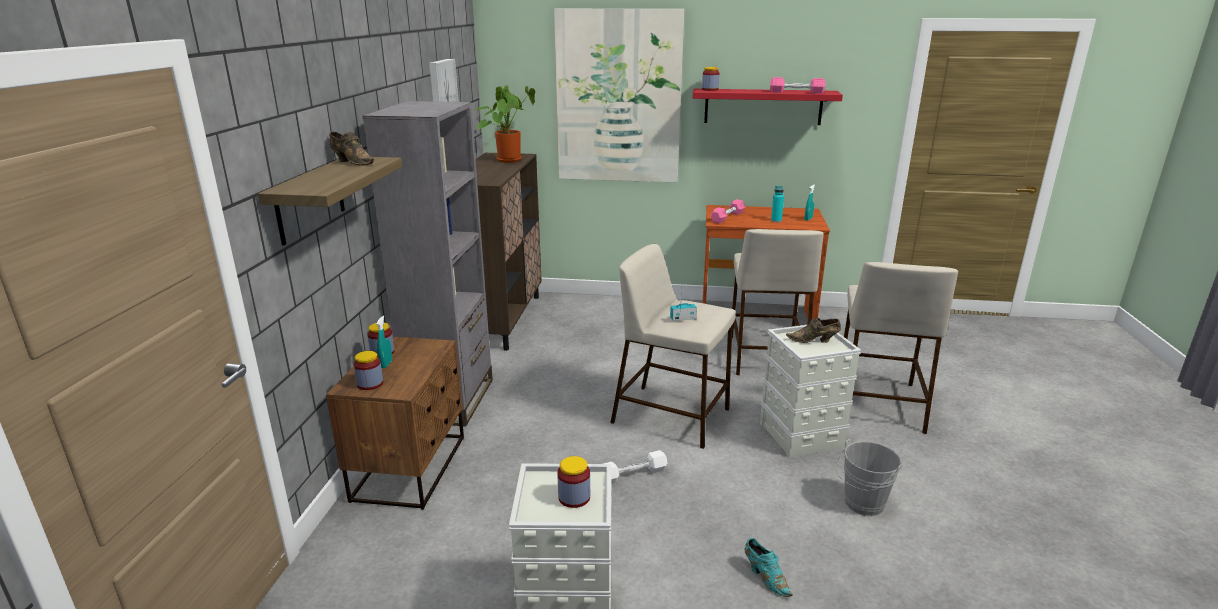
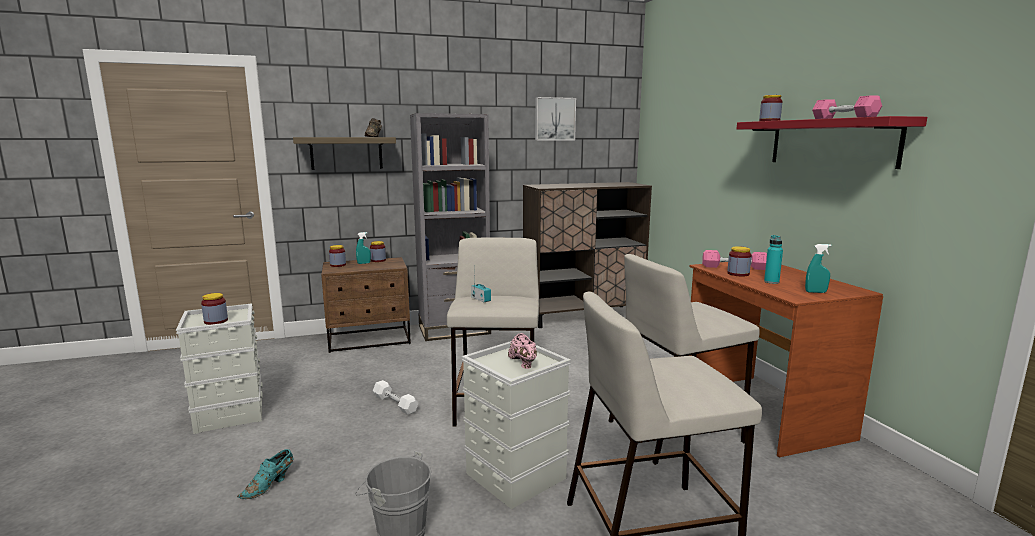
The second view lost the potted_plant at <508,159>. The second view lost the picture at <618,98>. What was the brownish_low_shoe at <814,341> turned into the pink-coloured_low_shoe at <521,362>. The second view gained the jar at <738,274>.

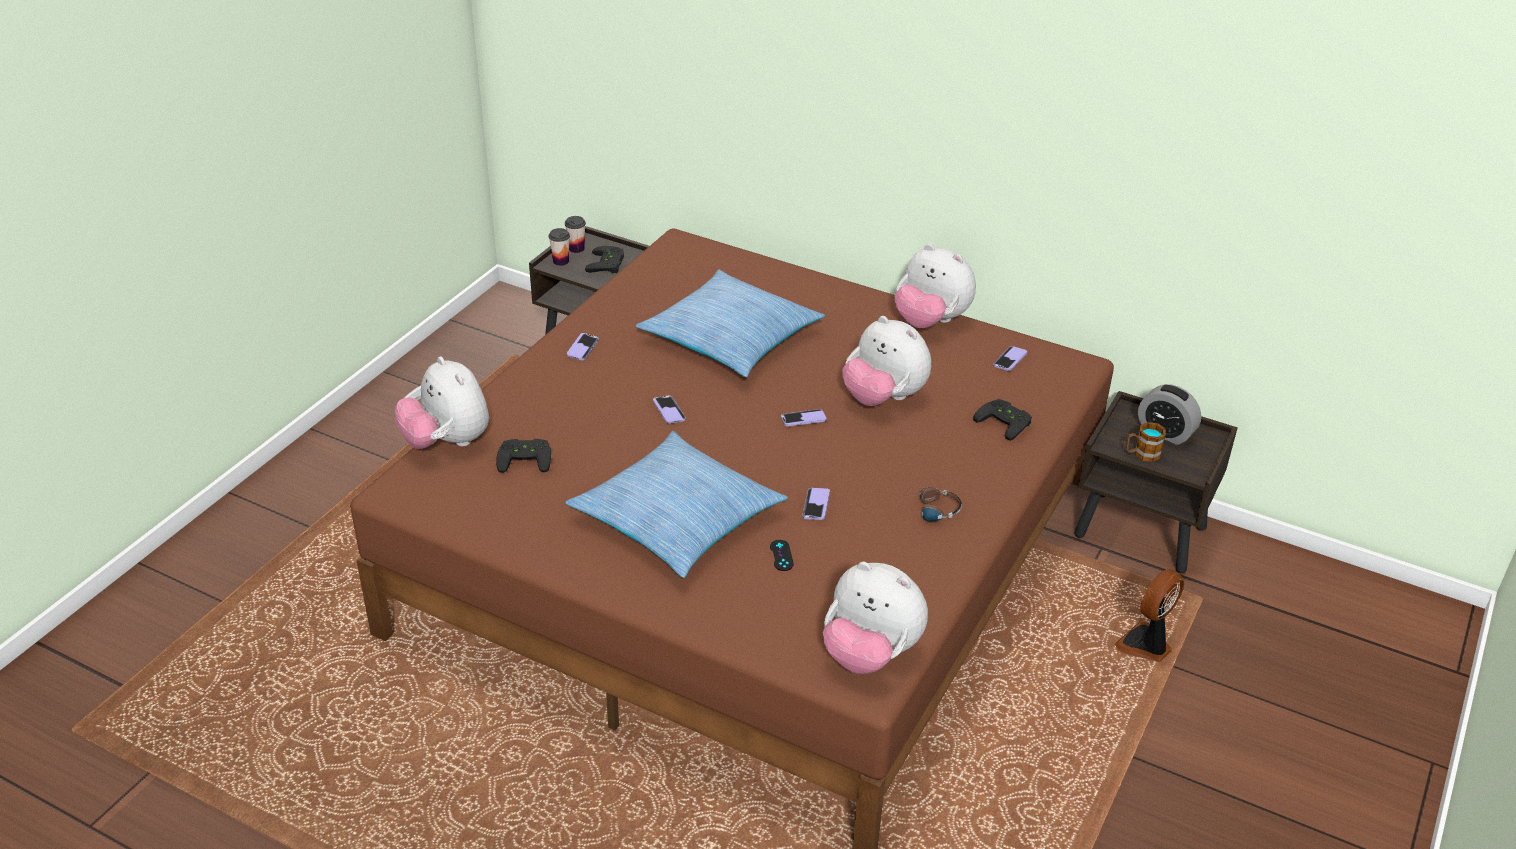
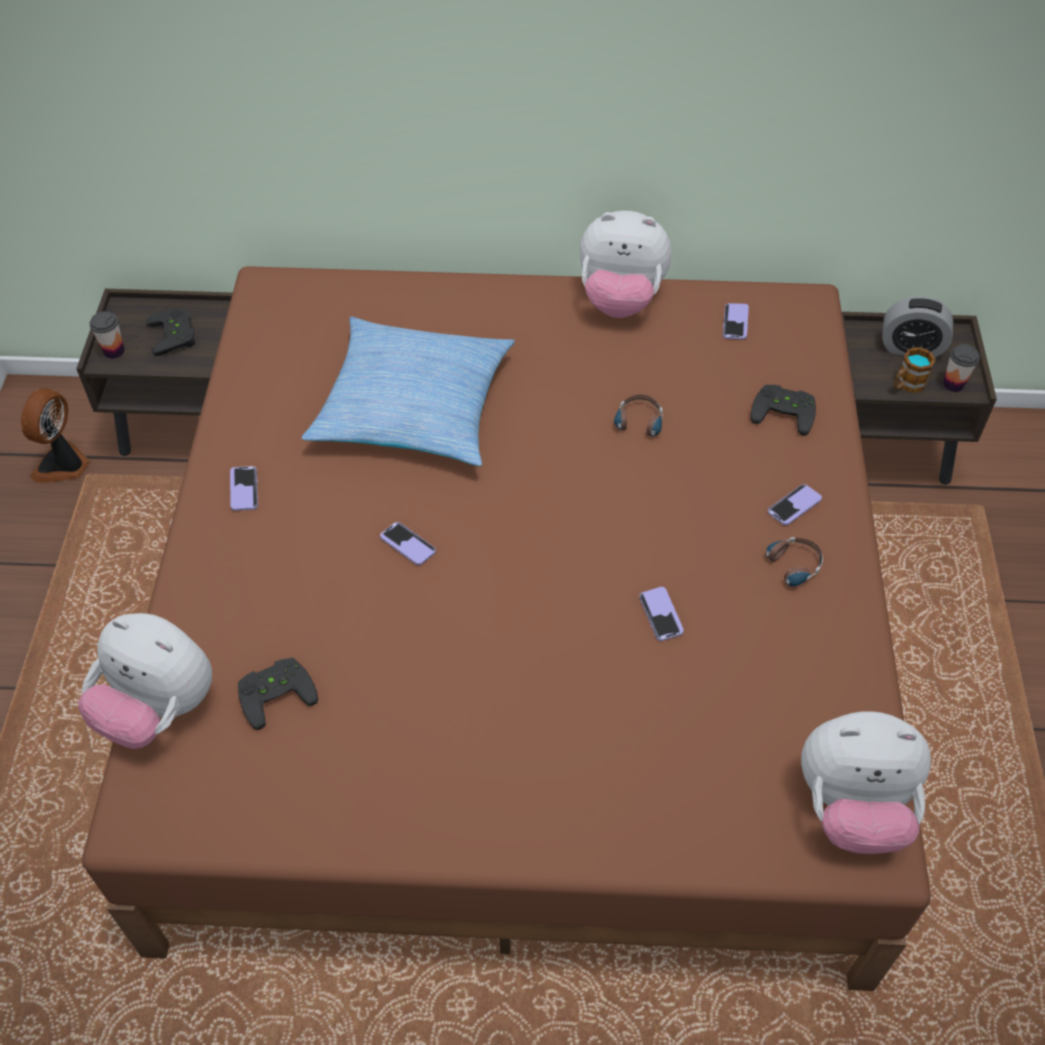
The cup ended up elsewhere, having gone from <576,248> to <953,384>. The second view lost the throw_pillow at <677,517>. The second view lost the black-coloured_gamepad at <781,555>. The handset ended up elsewhere, having gone from <803,419> to <794,506>. Where the soft_toy stood at <883,398>, the headphones came to stand at <637,428>. The cooling_fan ended up elsewhere, having gone from <1146,645> to <64,465>.

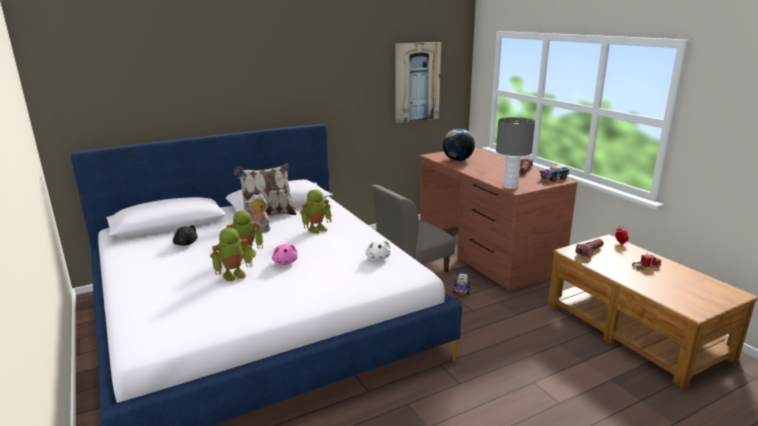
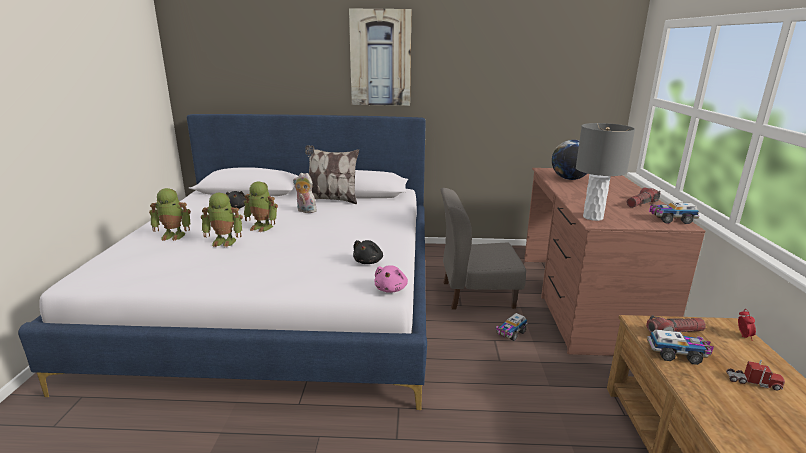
The pink-coloured_soft_toy ended up elsewhere, having gone from <285,262> to <391,289>. The model_robot ended up elsewhere, having gone from <317,229> to <174,235>. What was the white_soft_toy at <378,258> turned into the black-coloured_soft_toy at <368,262>. The picture ended up elsewhere, having gone from <417,82> to <380,58>. The second view gained the model_truck at <677,354>.

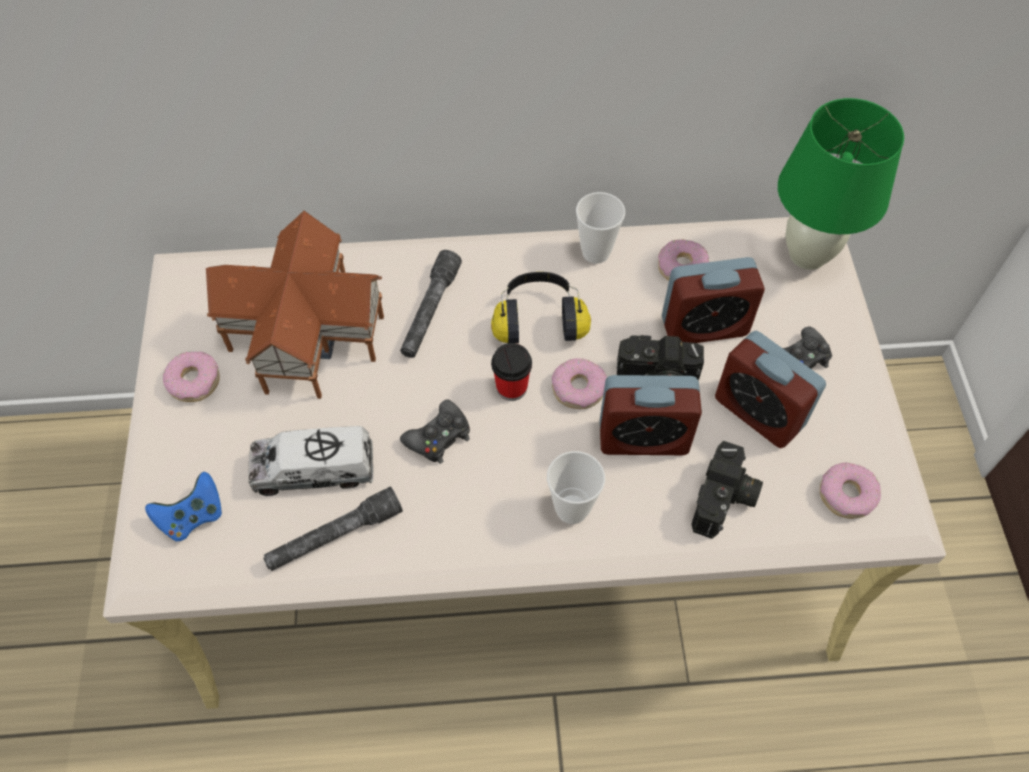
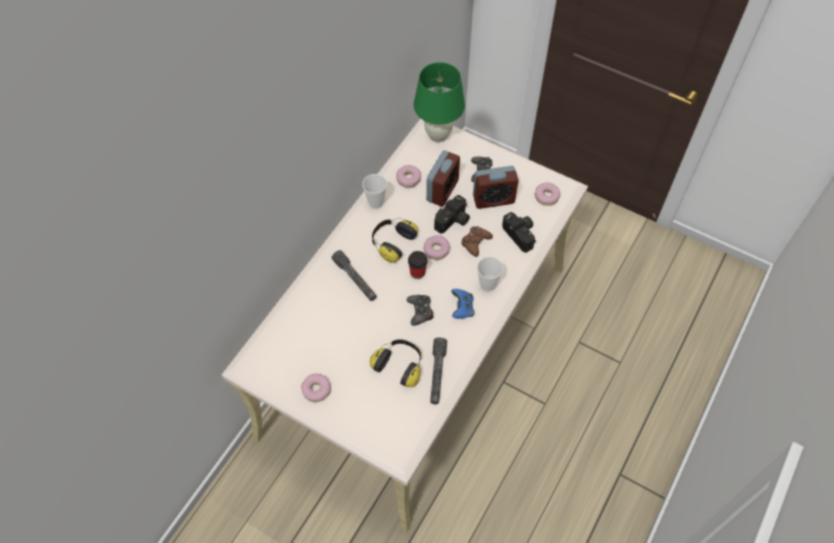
The blue_gamepad ended up elsewhere, having gone from <192,516> to <462,308>. The second view lost the model_house at <305,331>. Where the model_truck stood at <314,469>, the headphones came to stand at <400,365>. Where the alarm_clock stood at <643,438>, the brownish_gamepad came to stand at <475,243>.

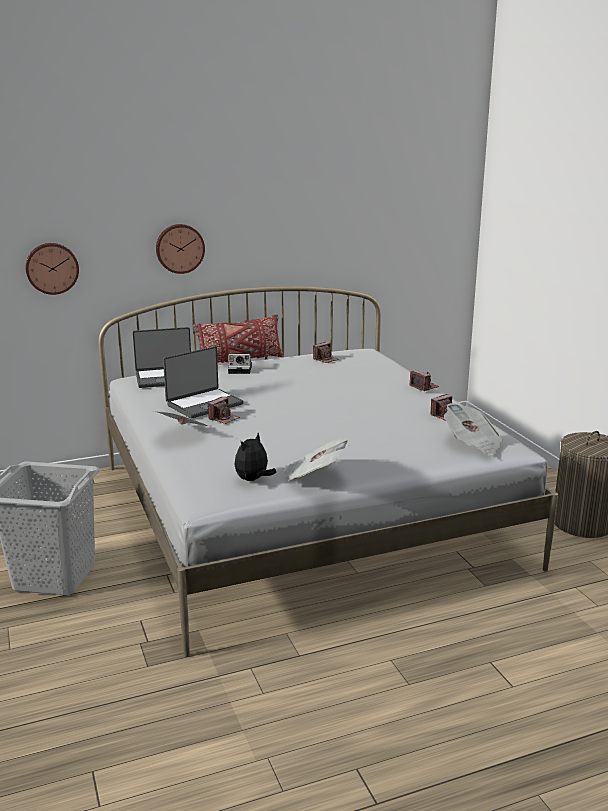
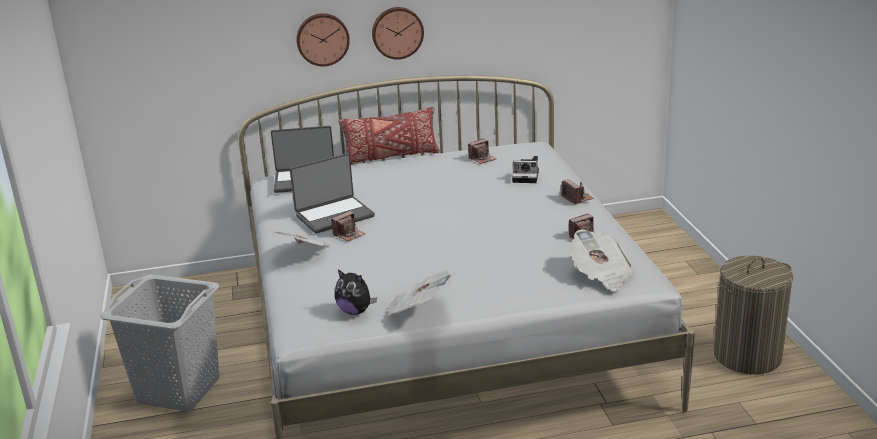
The wall_clock ended up elsewhere, having gone from <52,268> to <397,32>. The still_camera ended up elsewhere, having gone from <241,369> to <527,176>. The soft_toy at <253,480> ended up facing another way, 105 degrees counterclockwise from before.

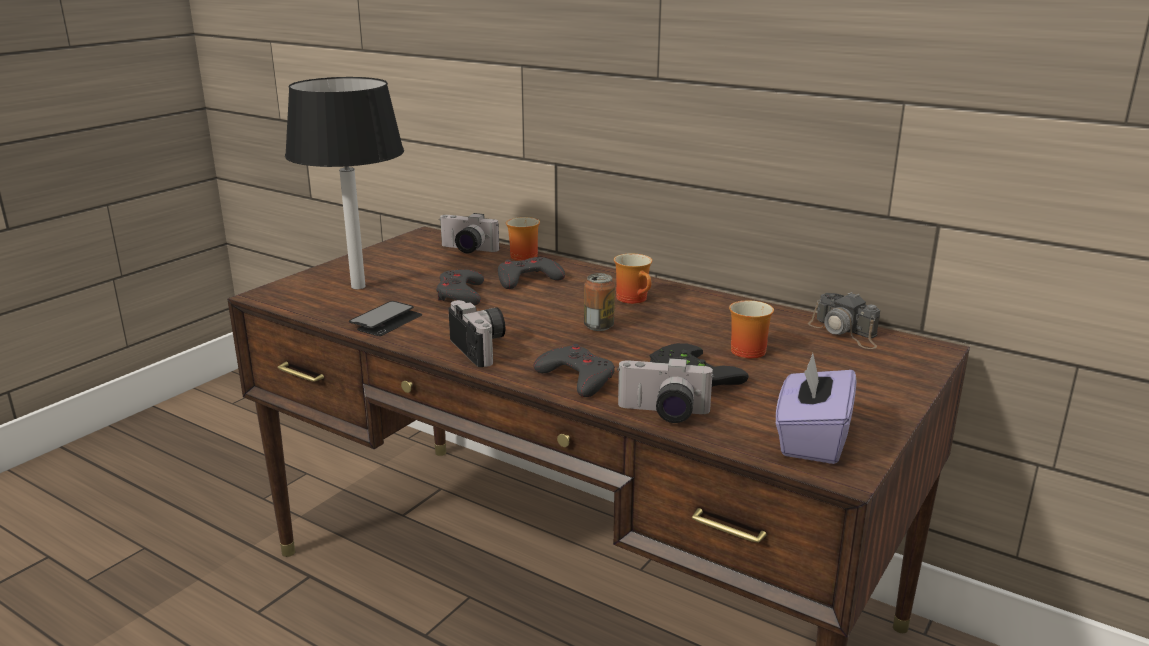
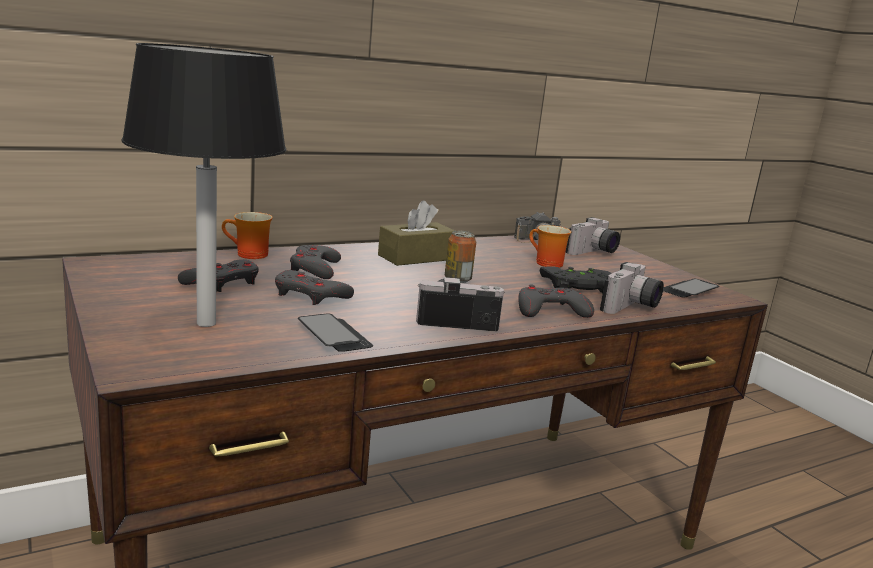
The still_camera ended up elsewhere, having gone from <466,250> to <593,252>. Where the mug stood at <635,299>, the brownish_tissue_holder came to stand at <416,257>. Where the purple-coloured_tissue_holder stood at <811,439>, the handset came to stand at <688,290>. The second view gained the greyish_gamepad at <223,282>.

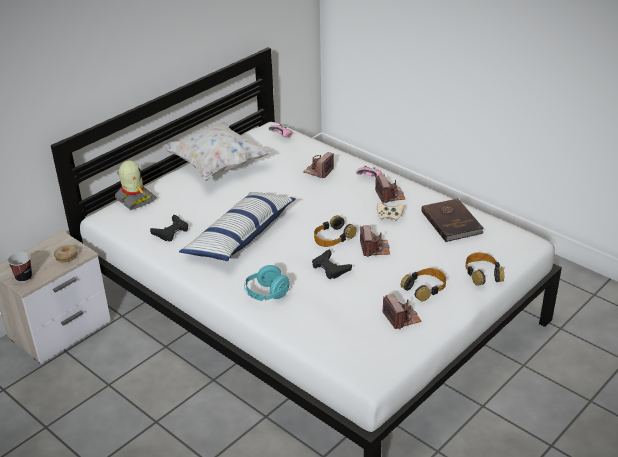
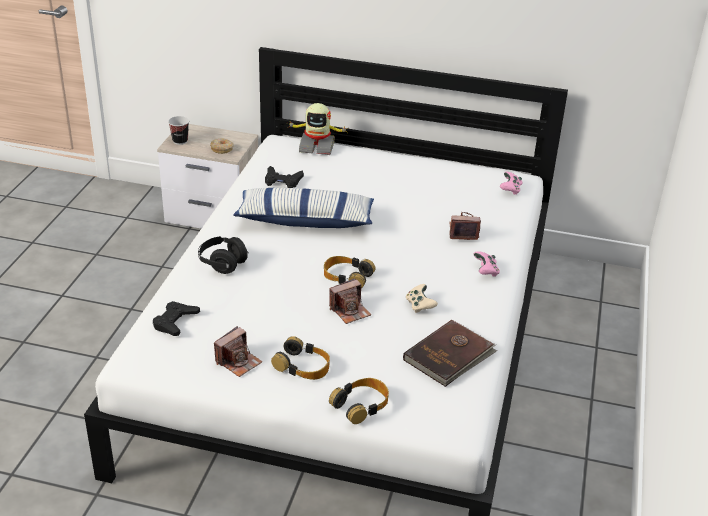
The model_robot at <135,199> ended up facing another way, 75 degrees clockwise from before. The second view lost the white_throw_pillow at <216,165>. What was the turquoise-coloured_headphones at <266,294> turned into the black-coloured_headphones at <222,263>. The black-coloured_gamepad ended up elsewhere, having gone from <330,268> to <175,322>. The second view lost the still_camera at <390,195>.

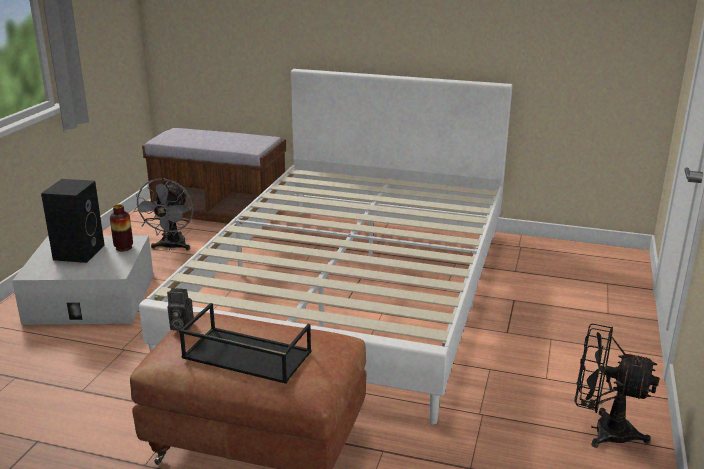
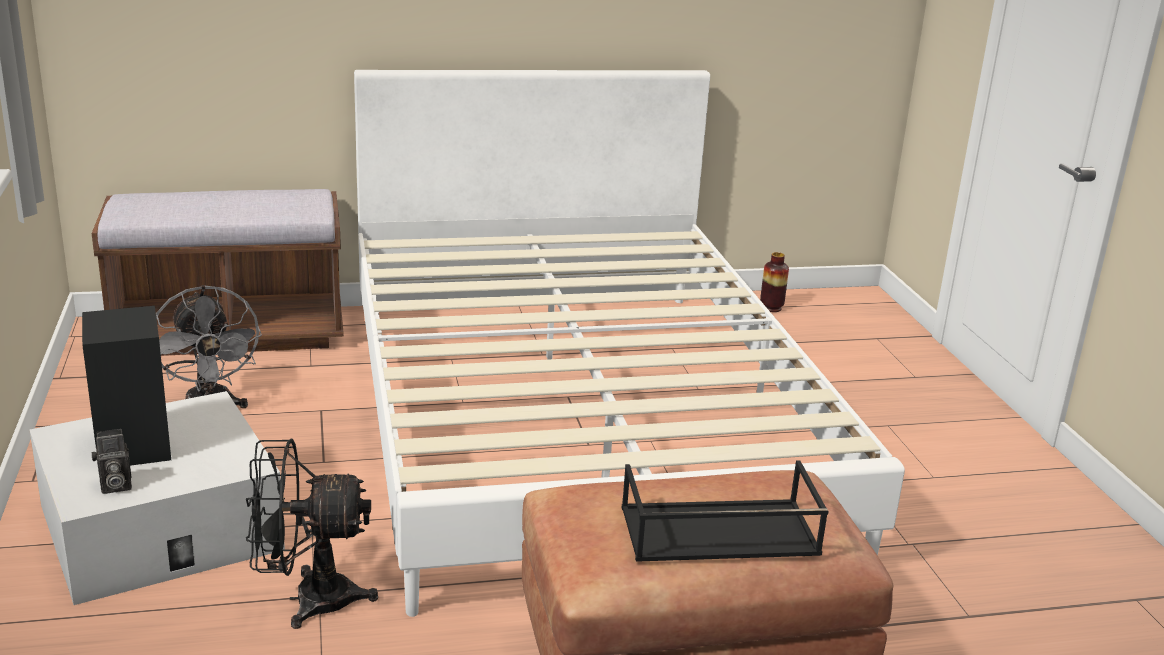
The flower_vase ended up elsewhere, having gone from <123,248> to <771,308>. The still_camera ended up elsewhere, having gone from <180,326> to <114,486>. The black-coloured_cooling_fan ended up elsewhere, having gone from <602,430> to <307,599>.

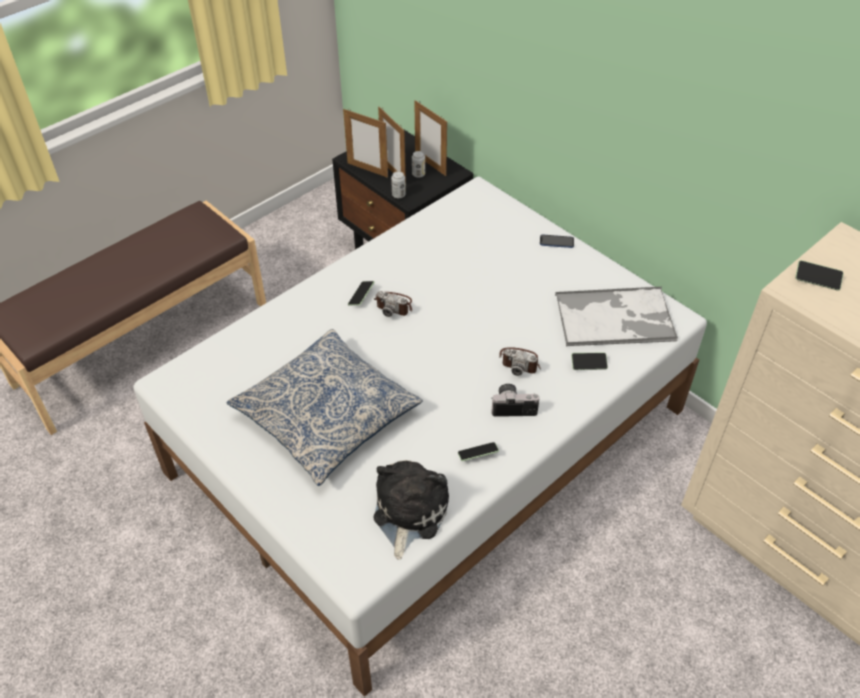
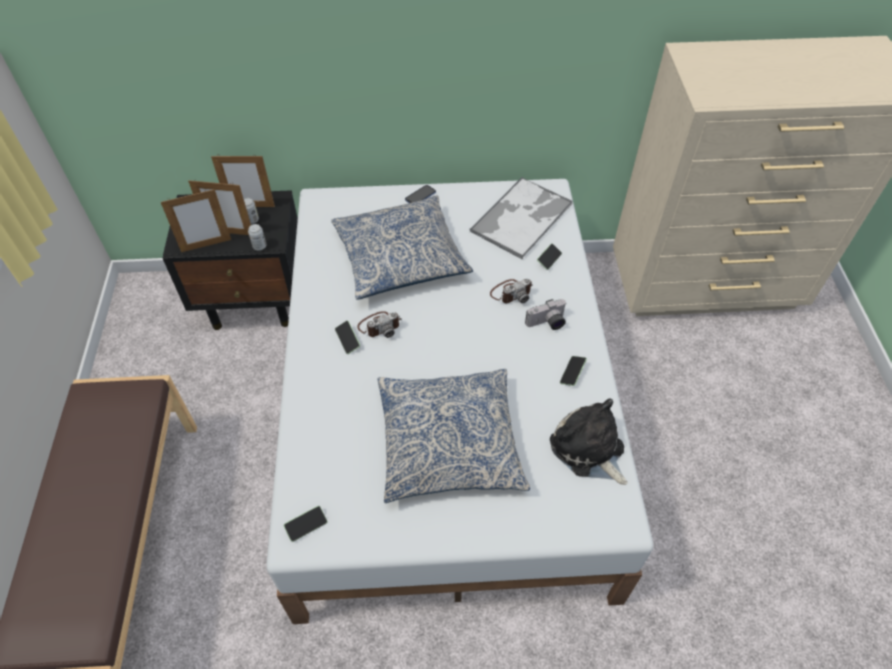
The still_camera at <513,406> ended up facing another way, 150 degrees counterclockwise from before. The handset ended up elsewhere, having gone from <817,280> to <306,526>. The second view gained the throw_pillow at <400,257>.

